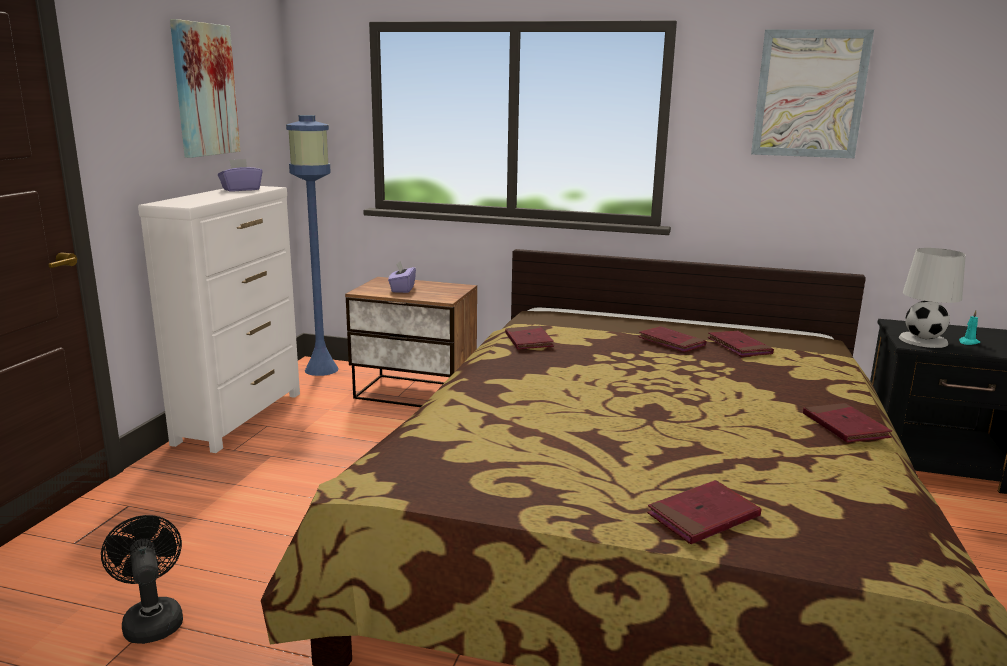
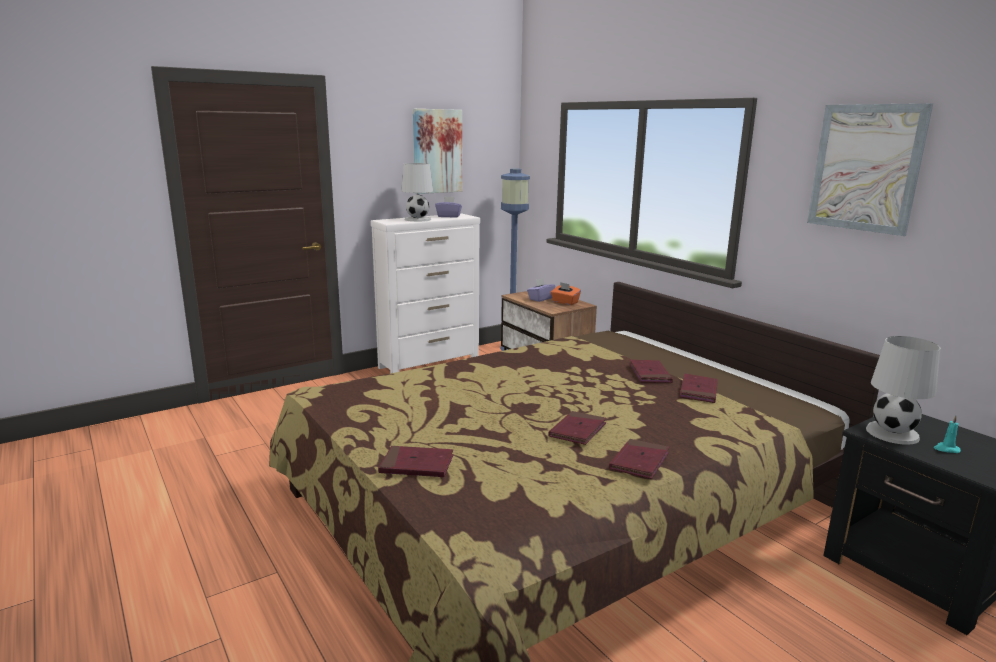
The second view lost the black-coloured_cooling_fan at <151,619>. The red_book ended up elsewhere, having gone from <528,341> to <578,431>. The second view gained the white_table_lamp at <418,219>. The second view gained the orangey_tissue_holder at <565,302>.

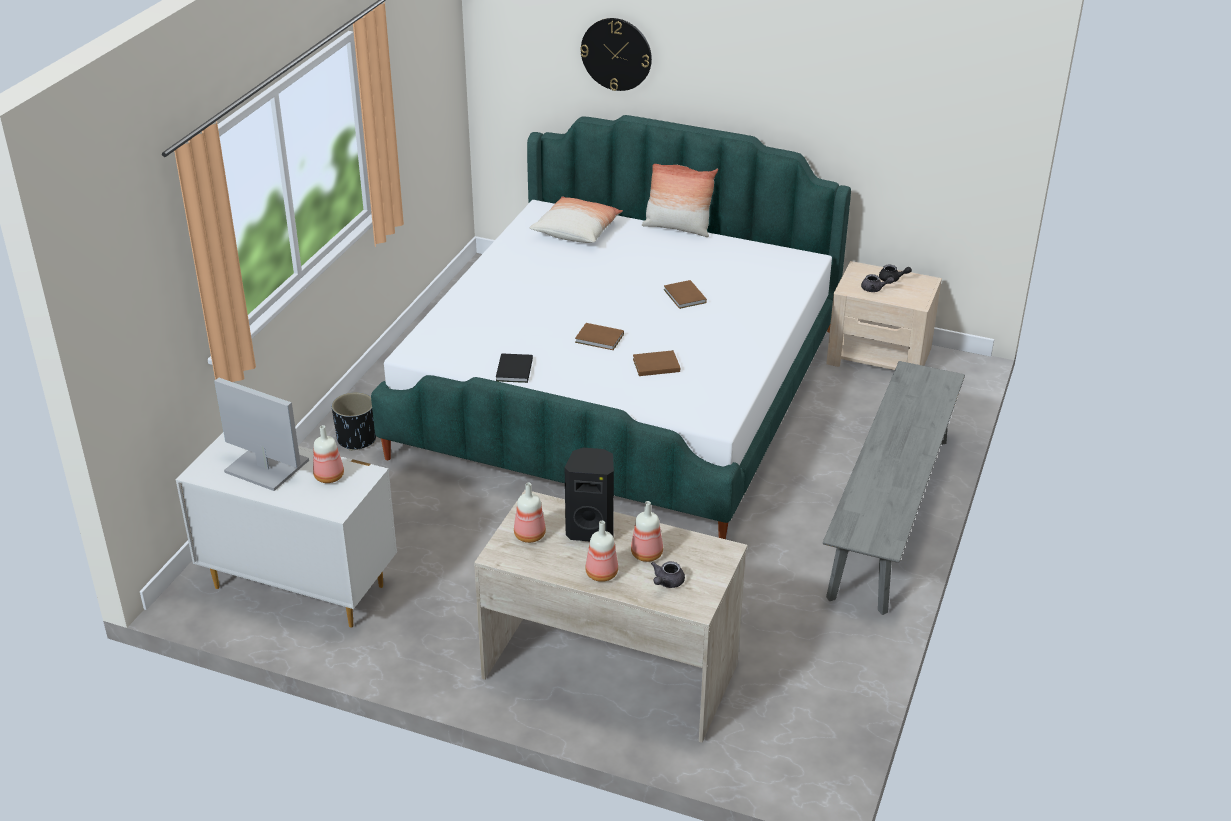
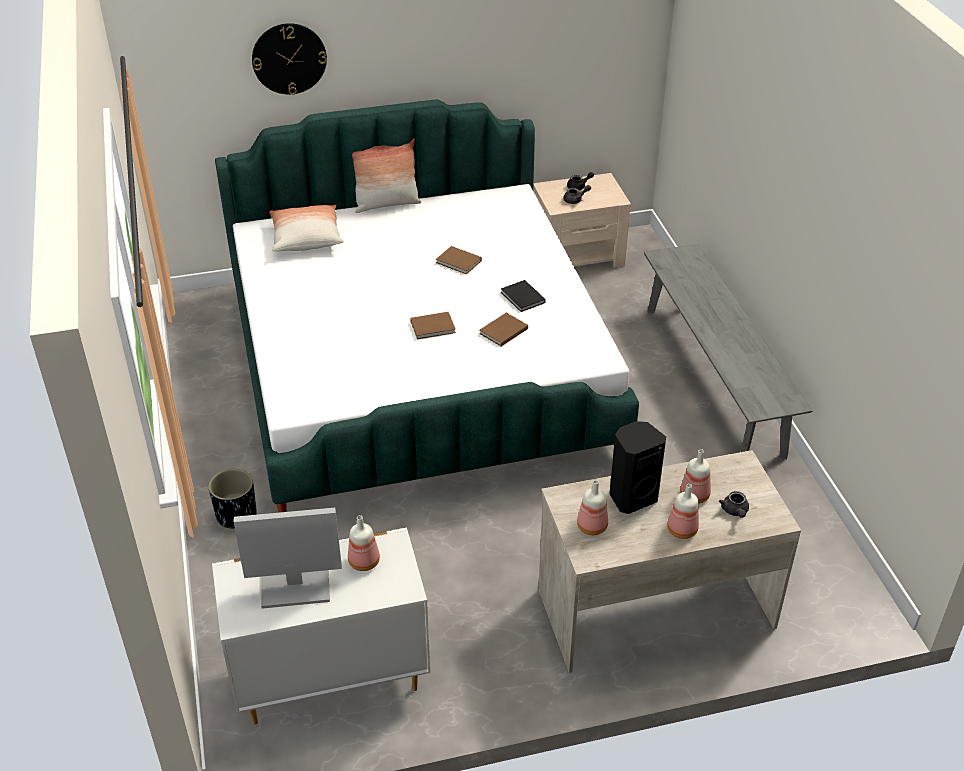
The black-coloured_book ended up elsewhere, having gone from <513,370> to <522,298>.

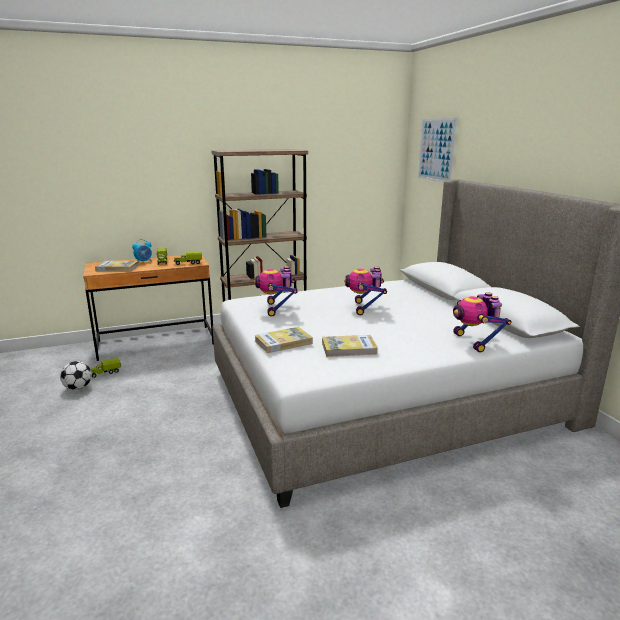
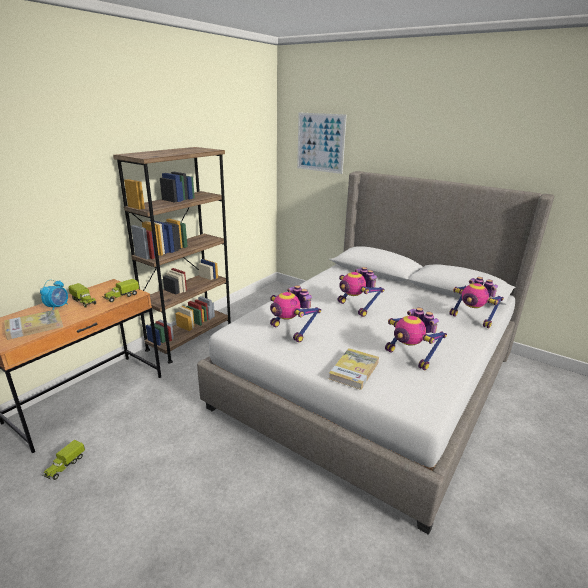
The second view lost the football at <78,388>. Where the book stood at <349,348>, the model_robot came to stand at <410,357>.

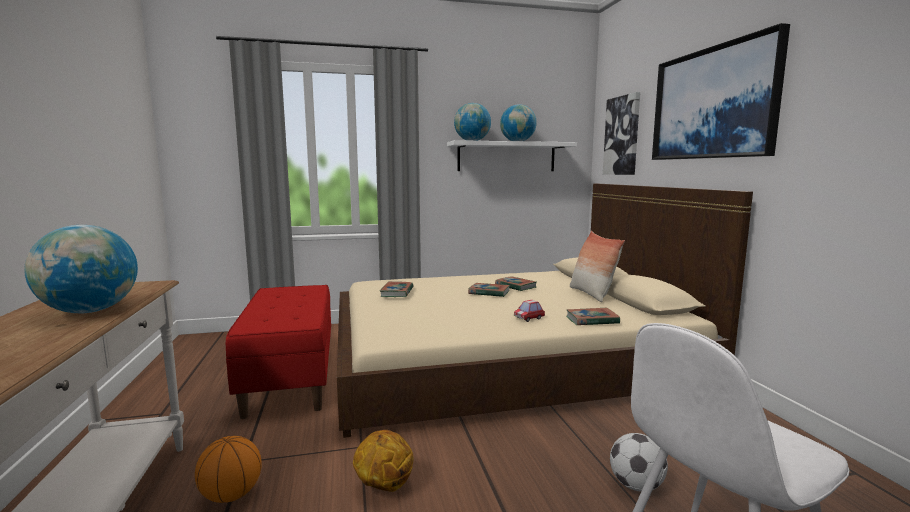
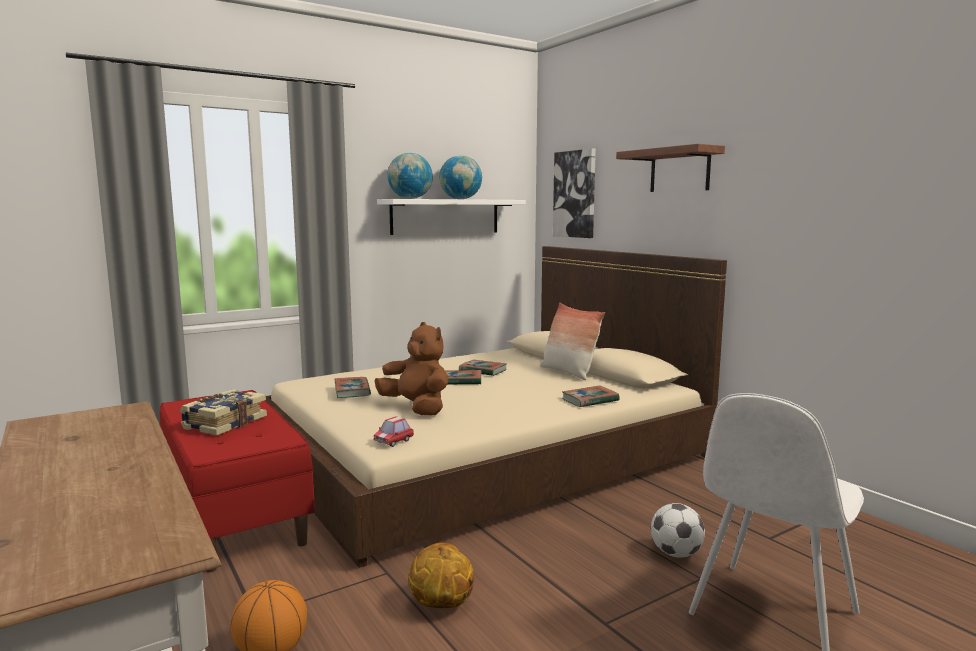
The second view lost the globe at <90,311>. The toy_car ended up elsewhere, having gone from <529,318> to <394,441>. Where the picture hung at <712,104>, the shelf came to hang at <679,170>. The second view gained the book at <224,423>. The second view gained the brownish_soft_toy at <417,408>.

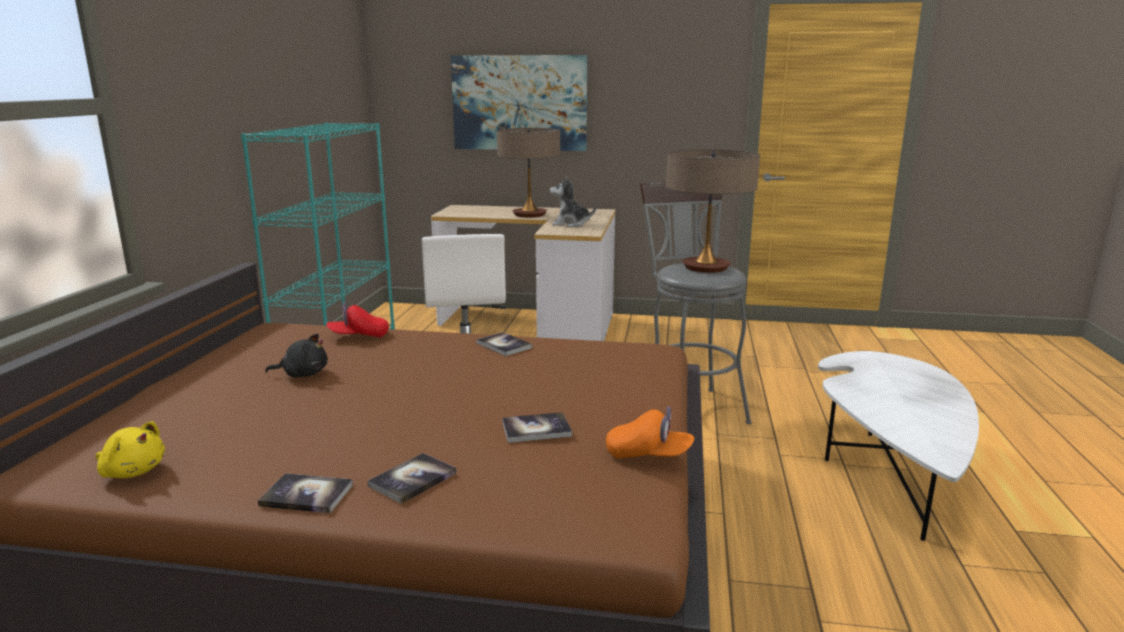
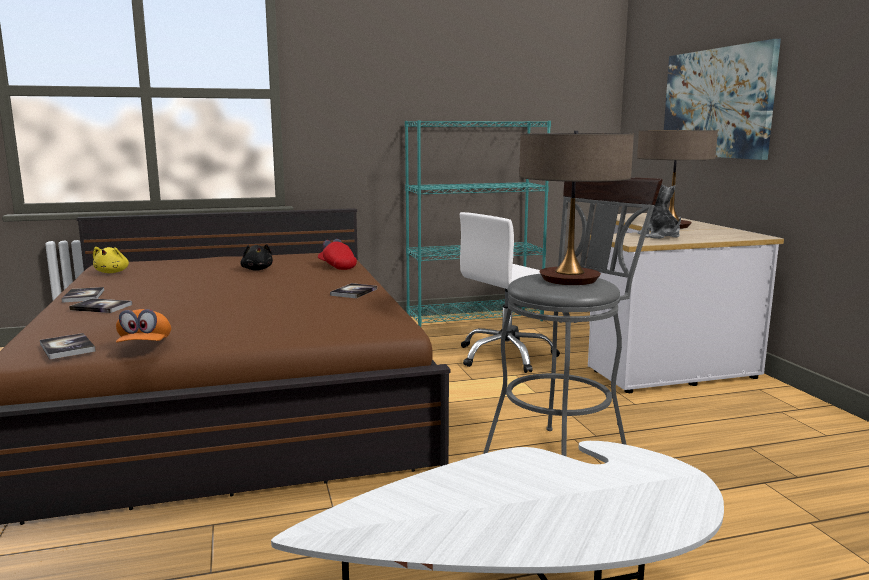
The book ended up elsewhere, having gone from <536,429> to <67,348>.

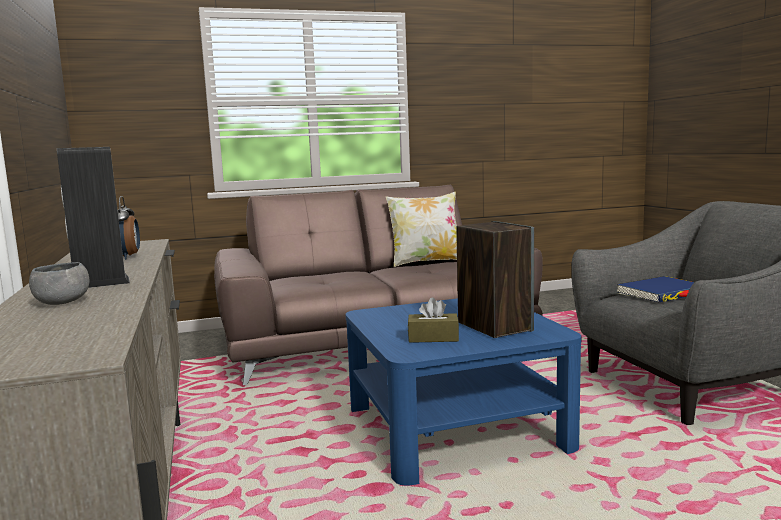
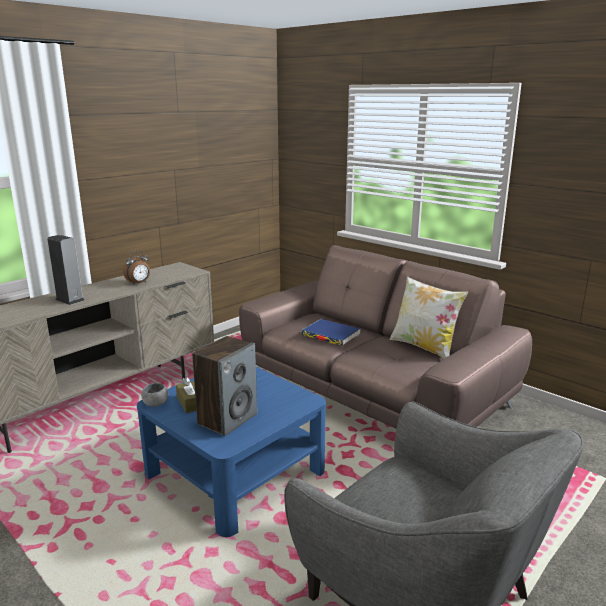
The greyish_bowl ended up elsewhere, having gone from <62,303> to <155,404>. The blue_book ended up elsewhere, having gone from <662,293> to <330,335>.

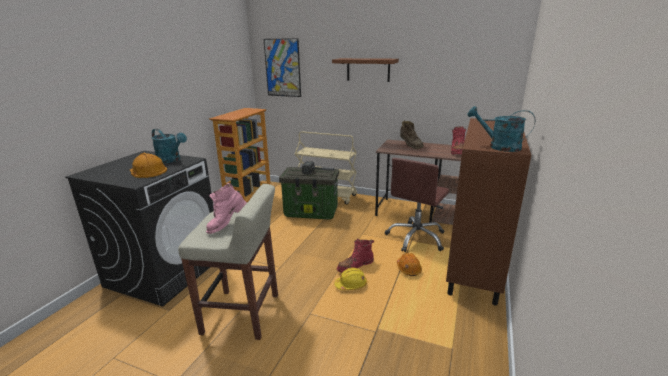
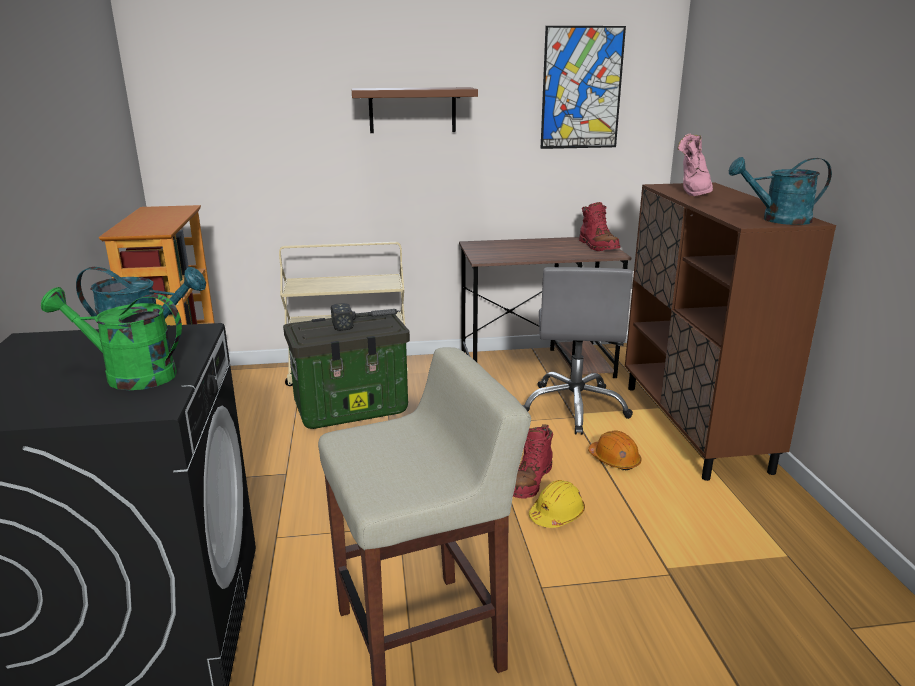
Where the orangey_hard_hat stood at <147,171>, the green-coloured_watering_can came to stand at <129,375>. The pink-coloured_boot ended up elsewhere, having gone from <227,225> to <693,191>. The picture ended up elsewhere, having gone from <282,68> to <581,88>. What was the brownish_desk_chair at <416,238> turned into the greyish_desk_chair at <575,407>. The second view lost the brownish_boot at <410,146>.

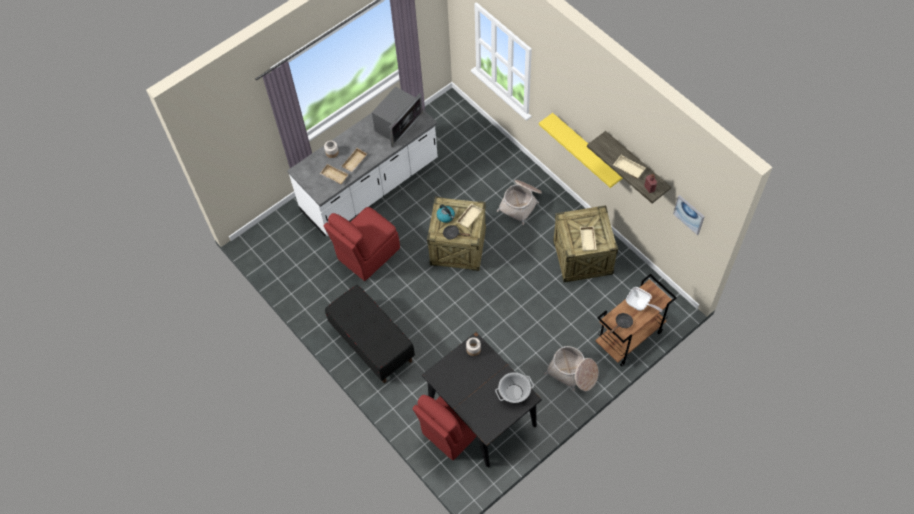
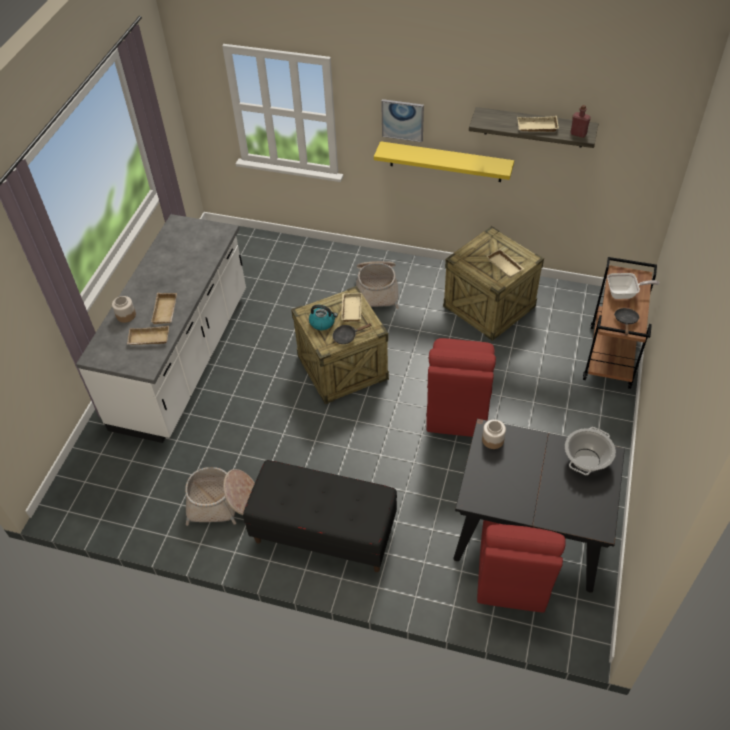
The red_upright_chair ended up elsewhere, having gone from <367,254> to <457,407>. The second view lost the microwave_oven at <397,124>. The household_basket ended up elsewhere, having gone from <572,372> to <222,503>. The picture ended up elsewhere, having gone from <689,214> to <402,120>.

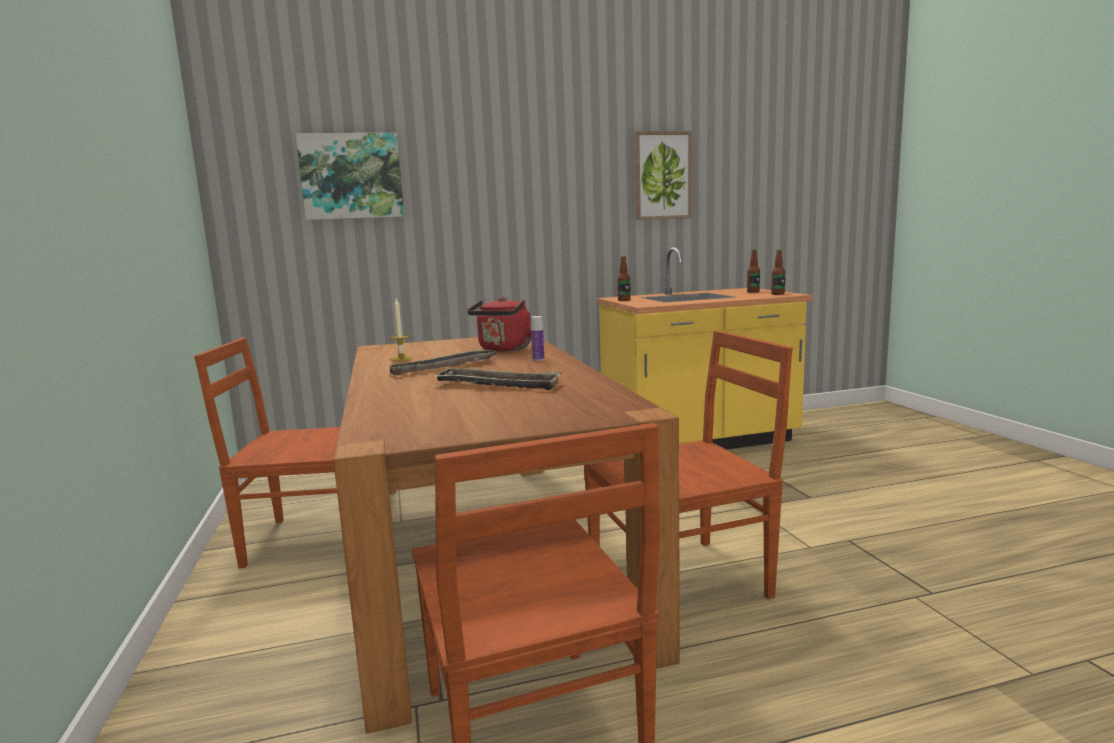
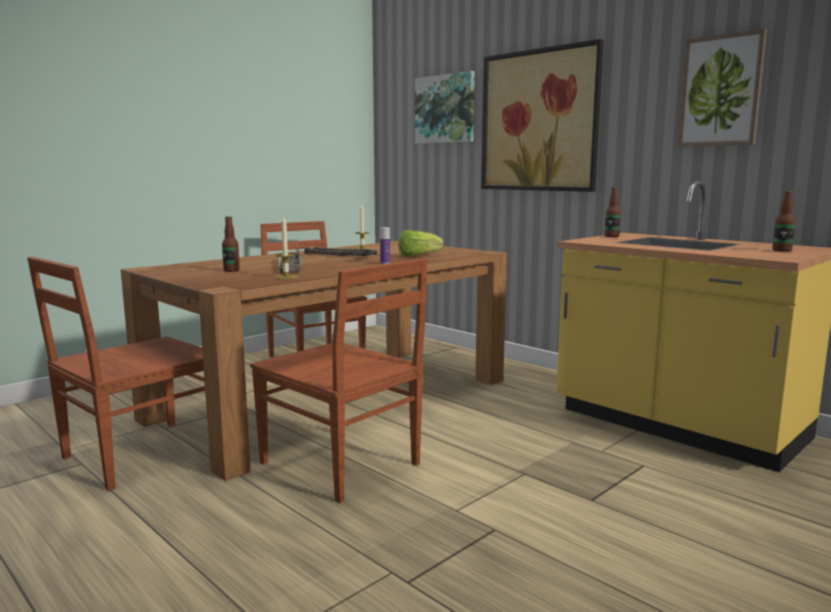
Where the red_water_kettle stood at <504,349>, the head_of_lettuce came to stand at <417,256>. The beverage_bottle ended up elsewhere, having gone from <777,294> to <231,270>. The second view gained the candle at <286,277>. The second view gained the picture at <539,121>.

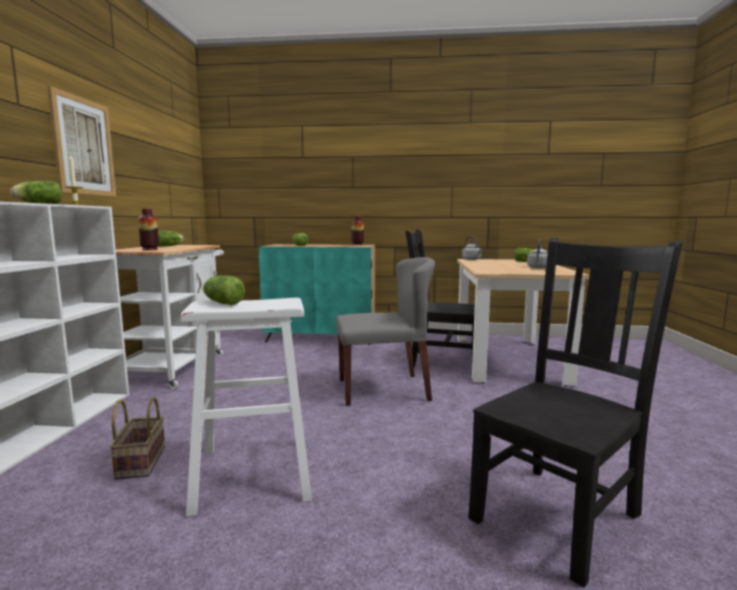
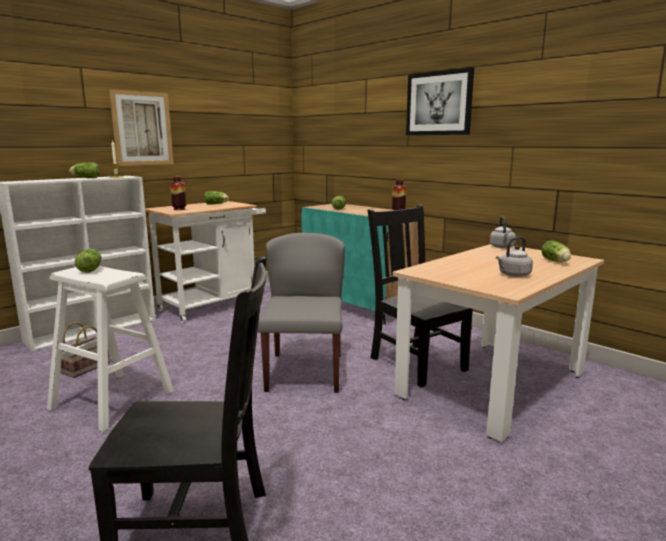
The greyish_upright_chair at <383,389> ended up facing another way, 120 degrees counterclockwise from before. The second view gained the picture at <439,103>.

